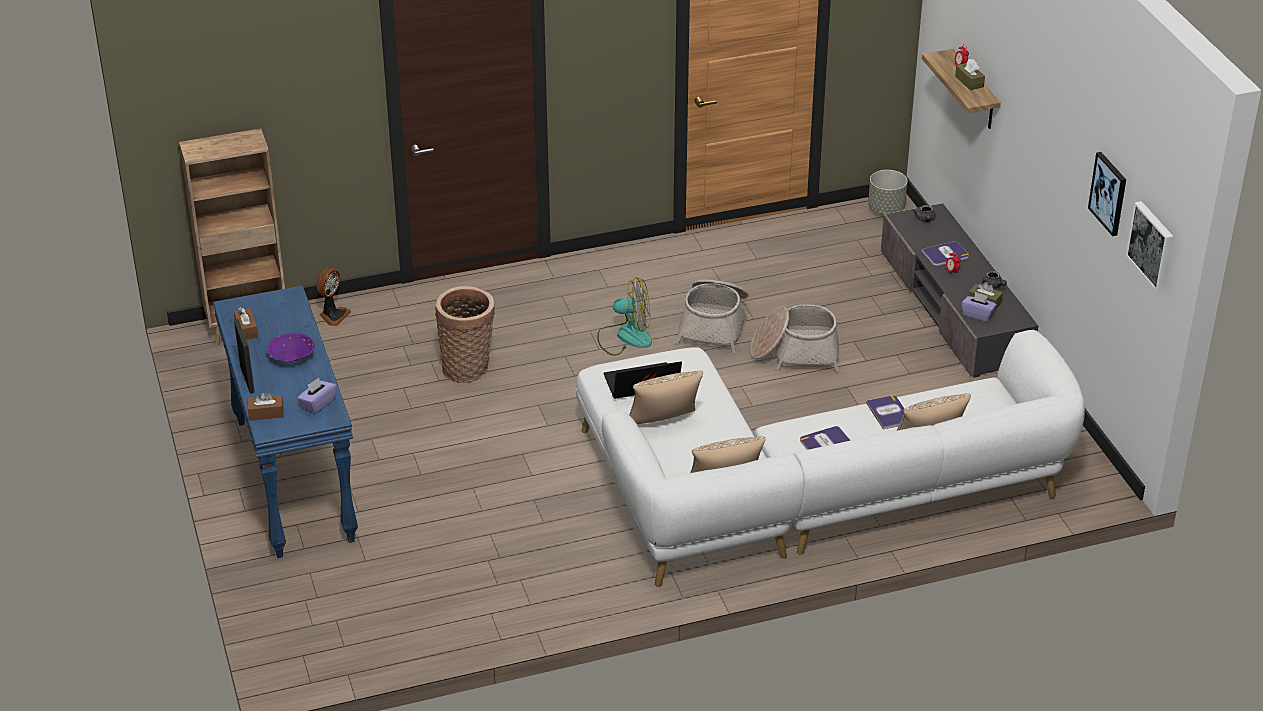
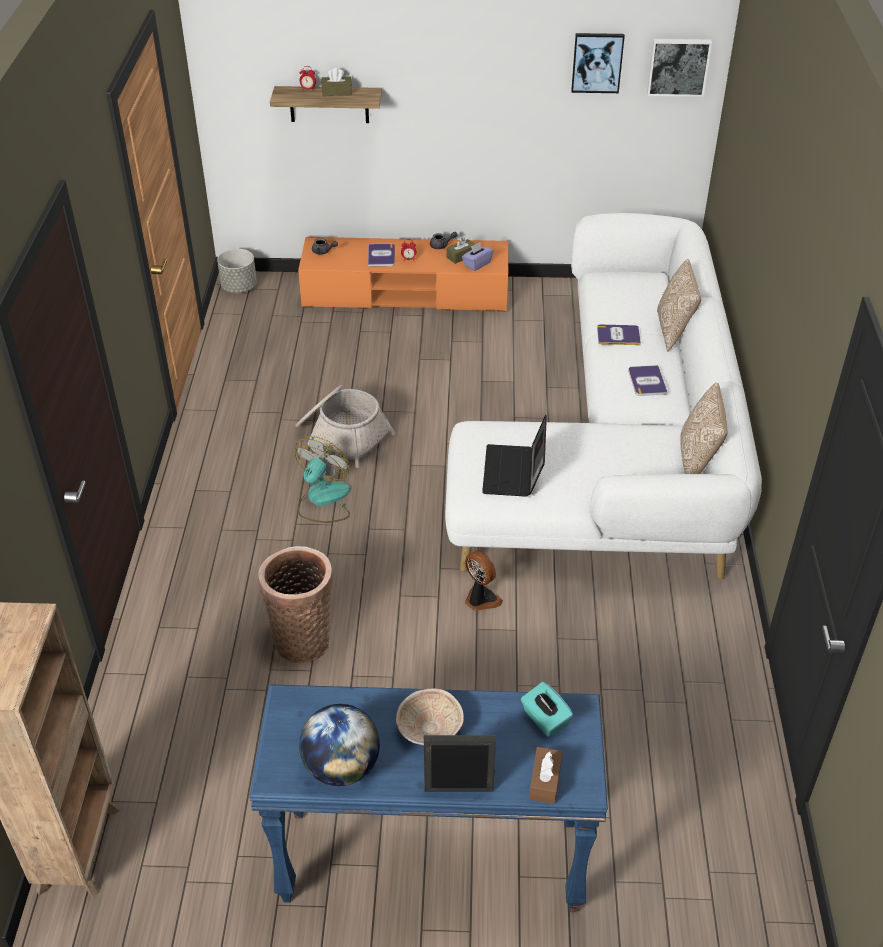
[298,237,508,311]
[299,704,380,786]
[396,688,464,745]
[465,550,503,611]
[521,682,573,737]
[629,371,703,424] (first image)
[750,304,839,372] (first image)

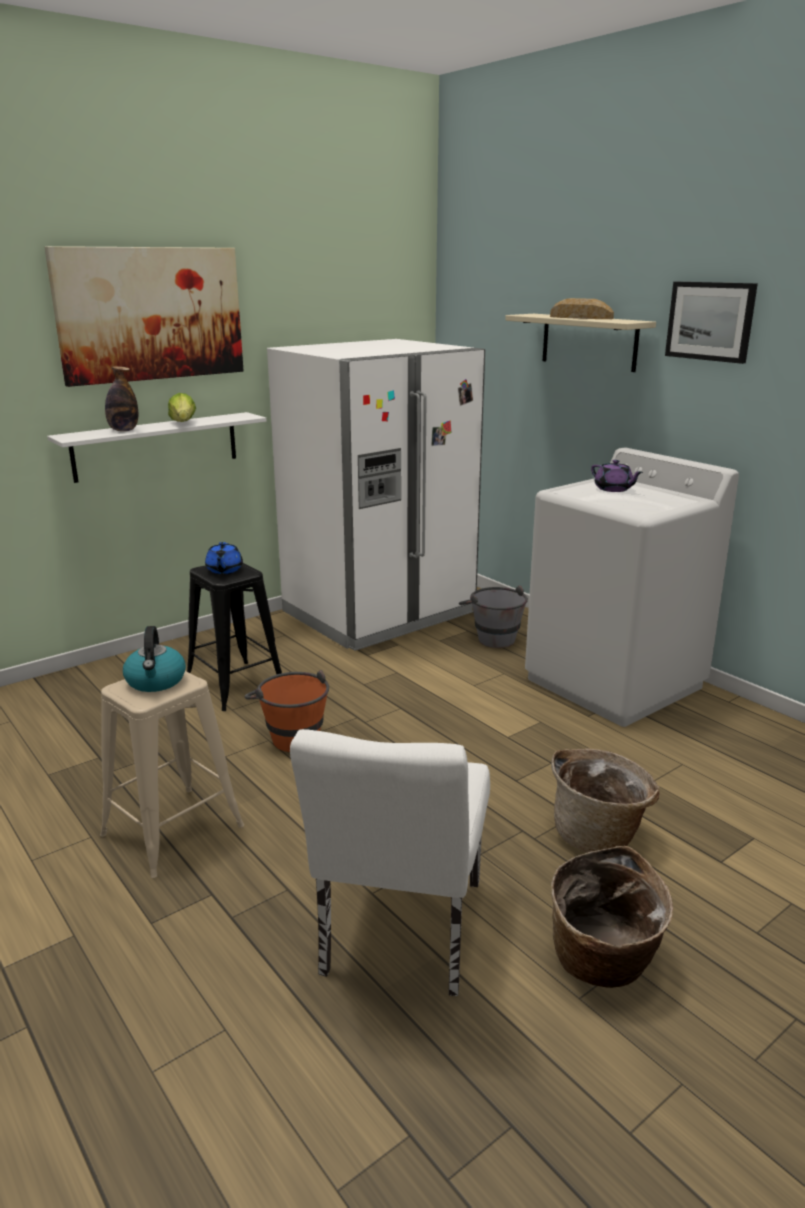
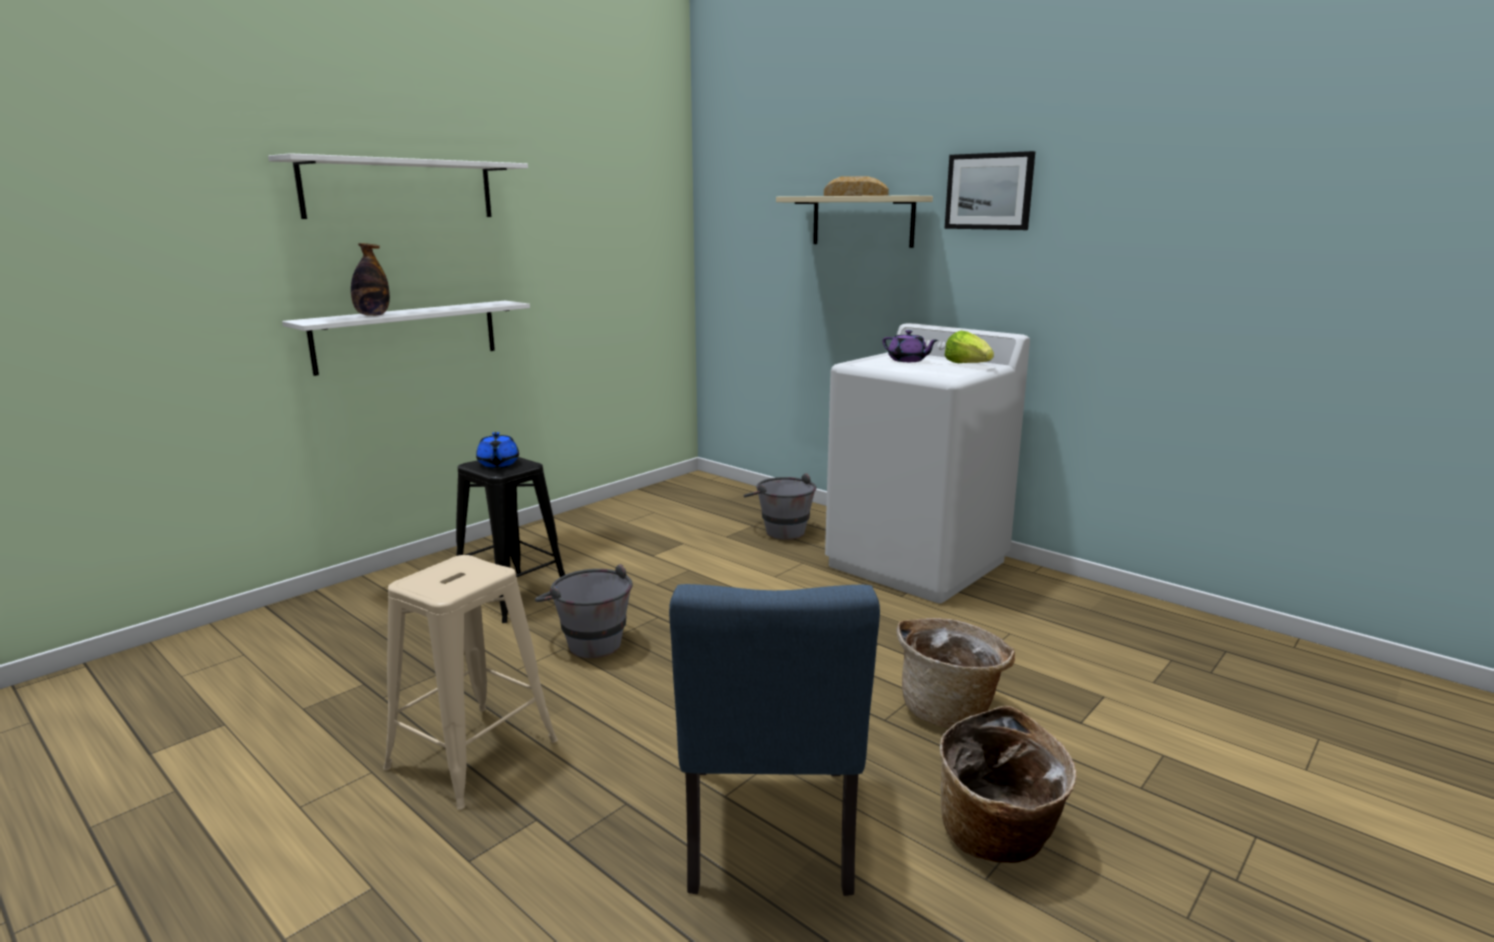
[268,153,528,219]
[535,564,633,658]
[669,584,880,896]
[945,331,994,363]
[123,626,186,692] (first image)
[267,339,485,651] (first image)

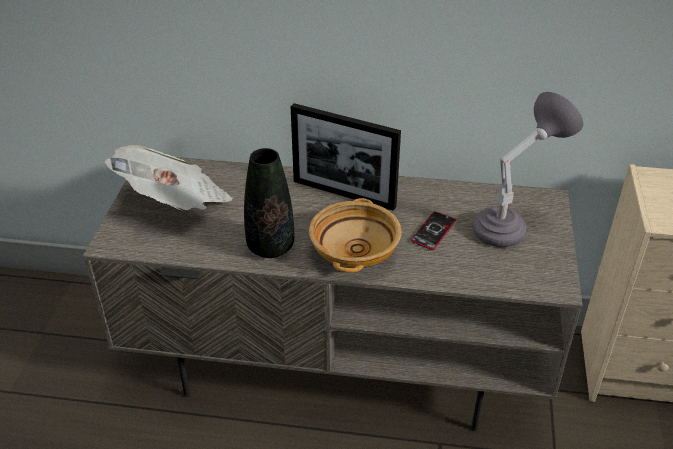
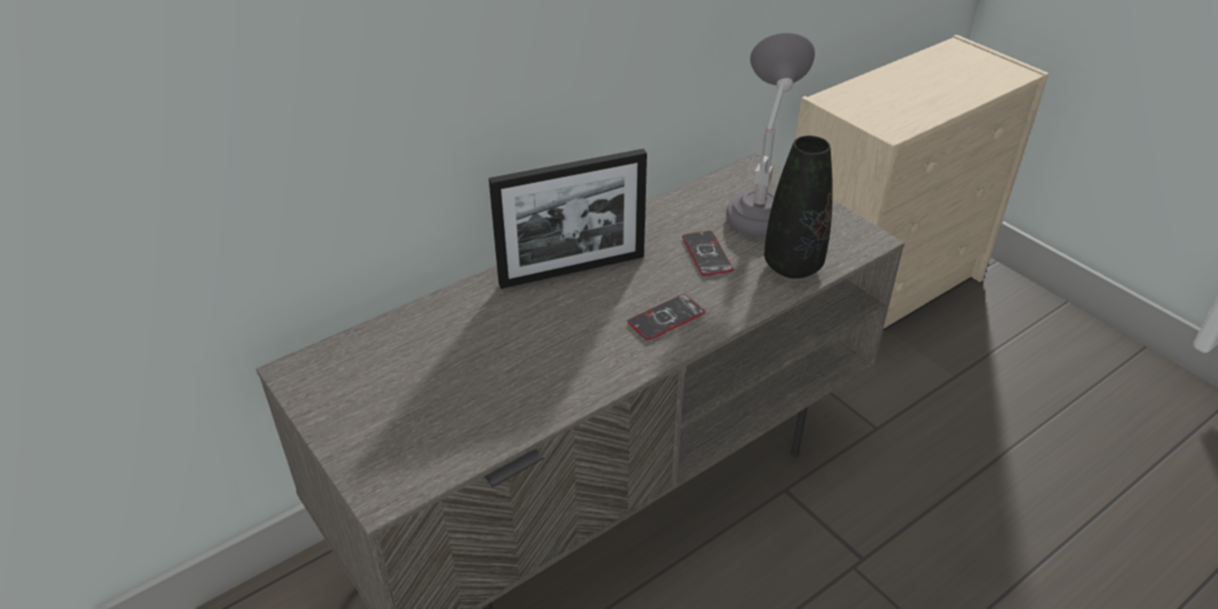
[627,294,705,340]
[764,135,833,279]
[104,145,233,211] (first image)

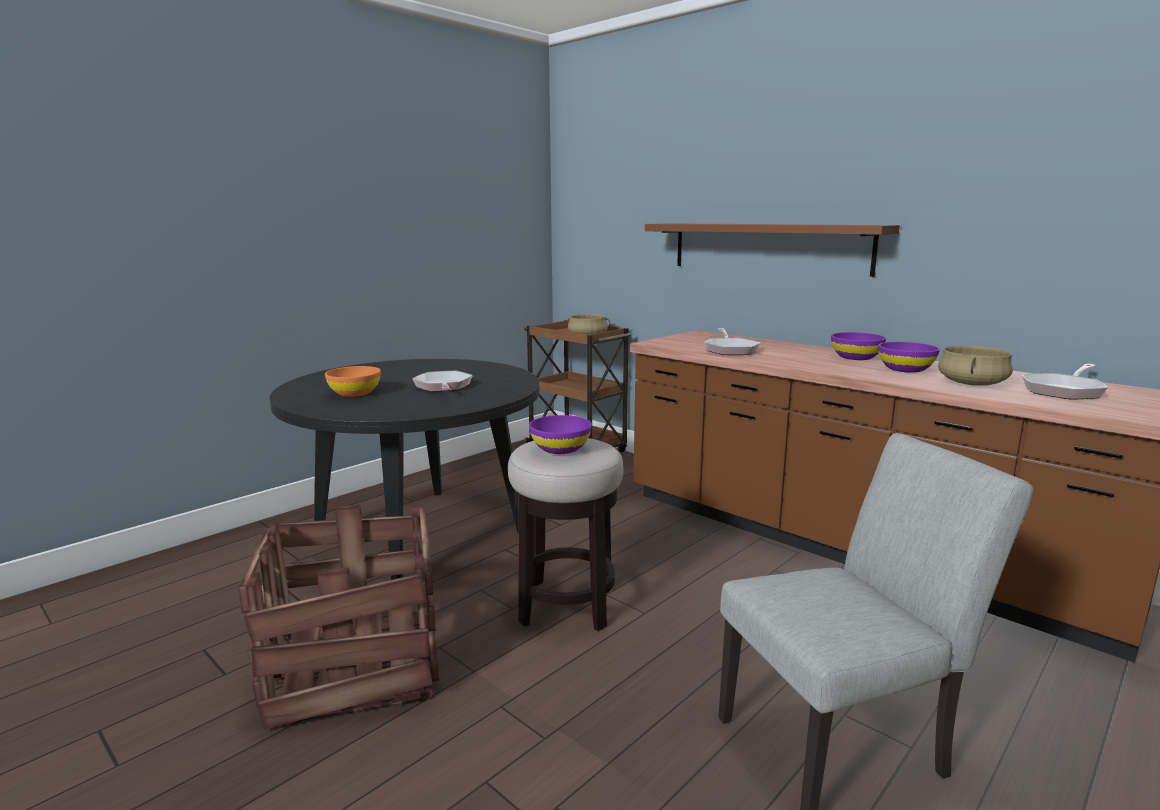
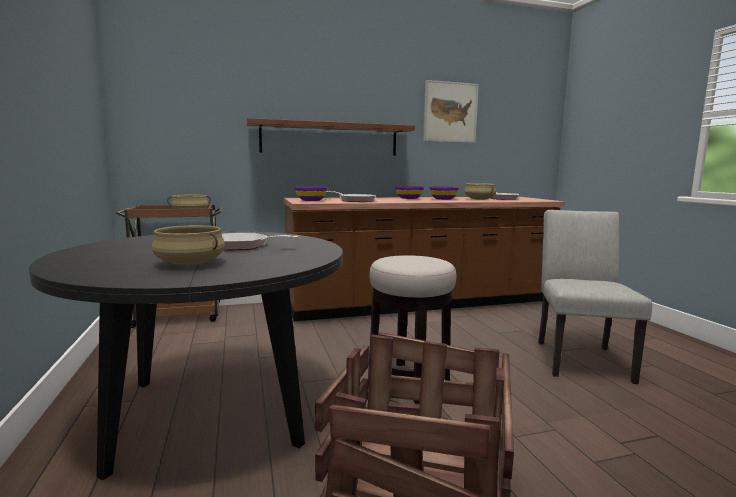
[152,225,225,265]
[295,186,327,201]
[423,80,479,143]

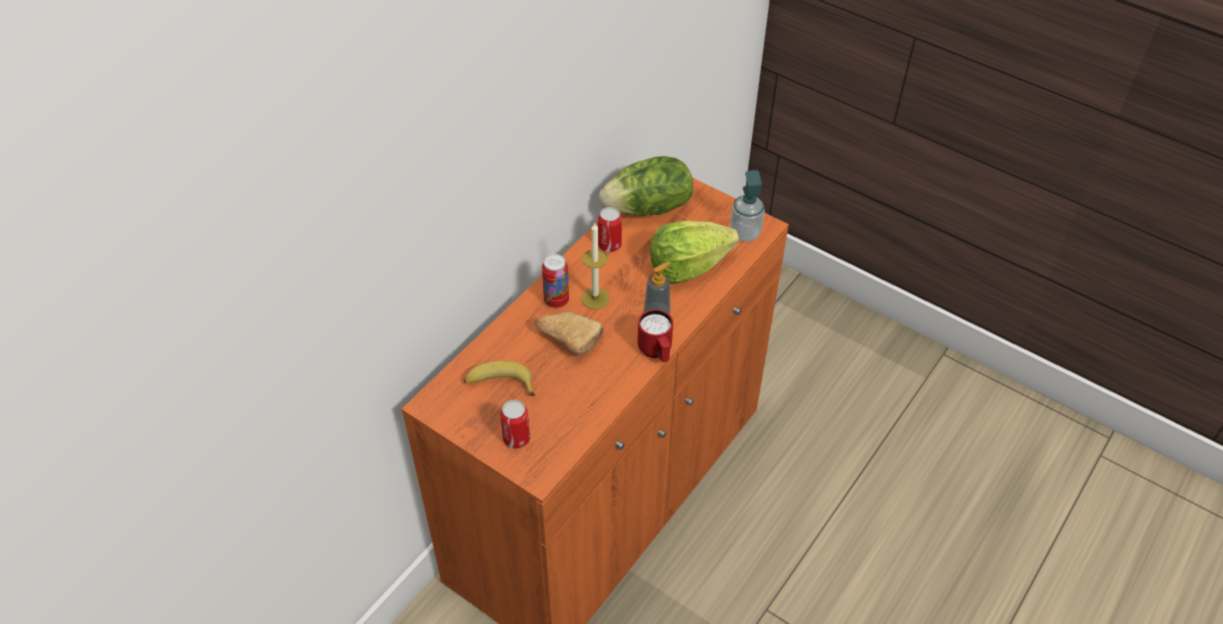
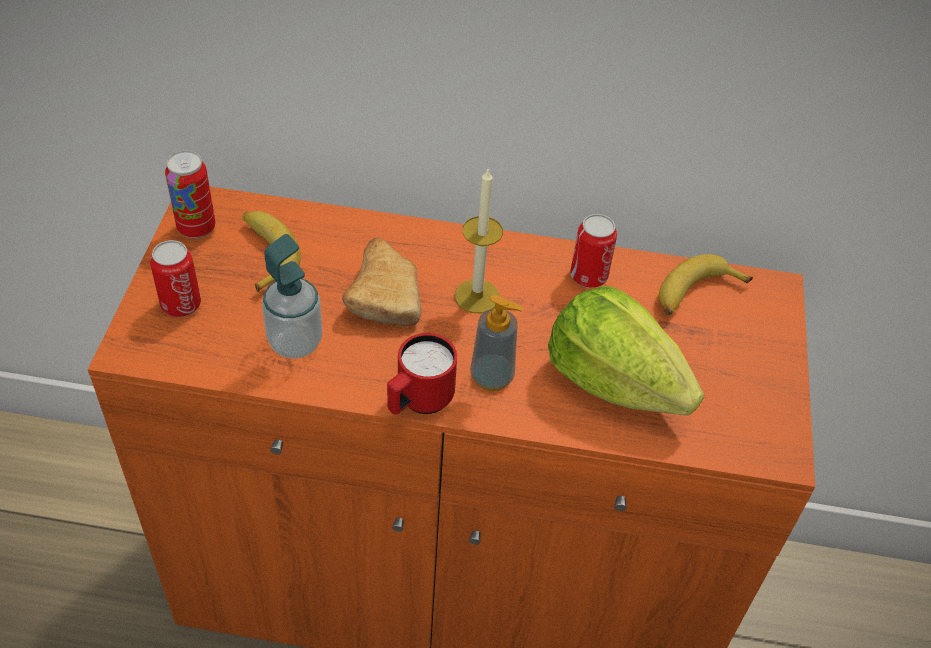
[165,151,216,239]
[262,234,322,359]
[659,254,753,315]

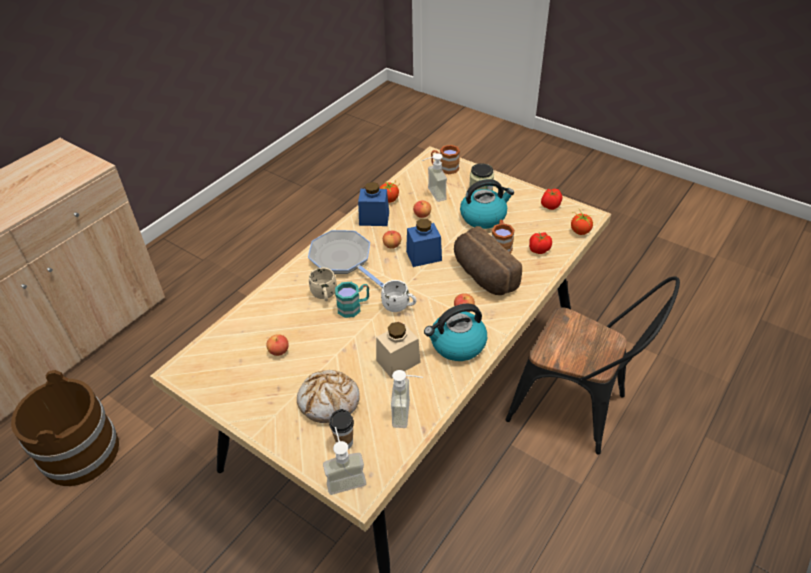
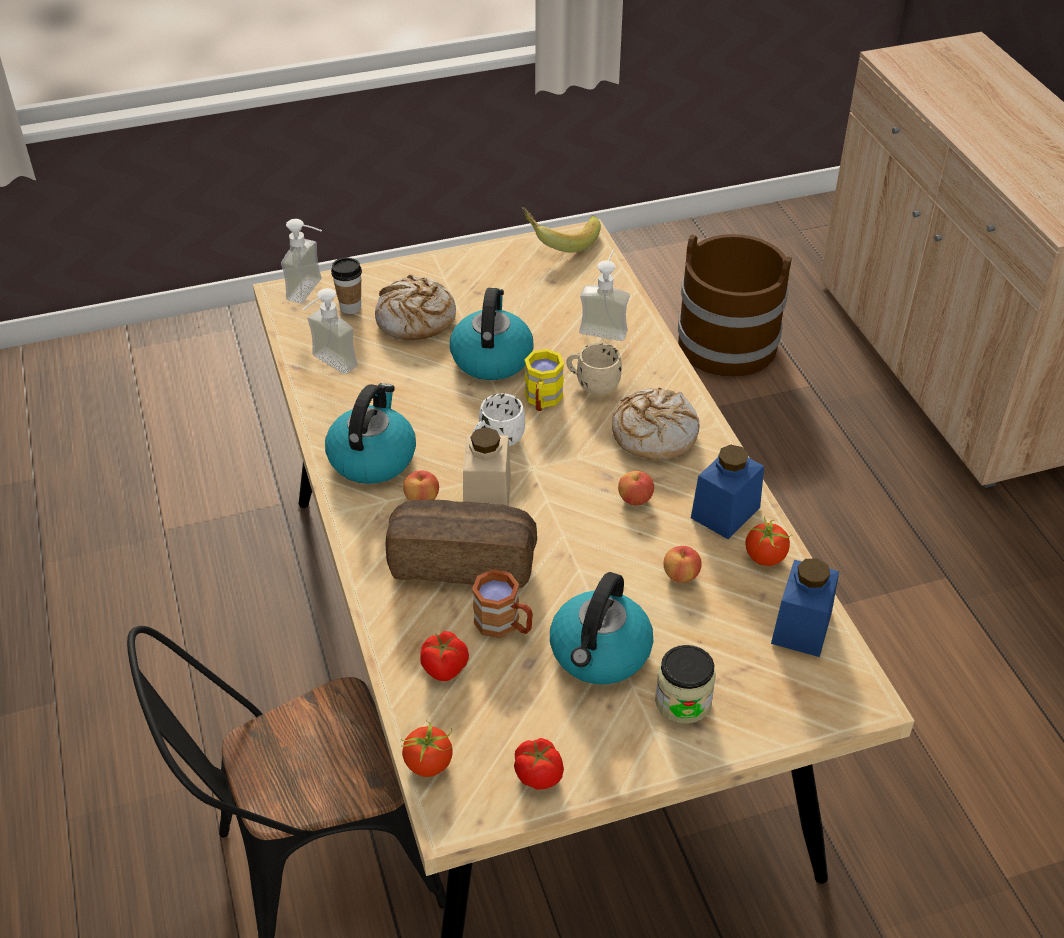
[450,288,534,380]
[463,427,511,506]
[521,207,601,252]
[524,349,564,411]
[579,249,630,341]
[612,388,699,460]
[771,558,839,657]
[266,334,289,356] (first image)
[431,145,460,174] (first image)

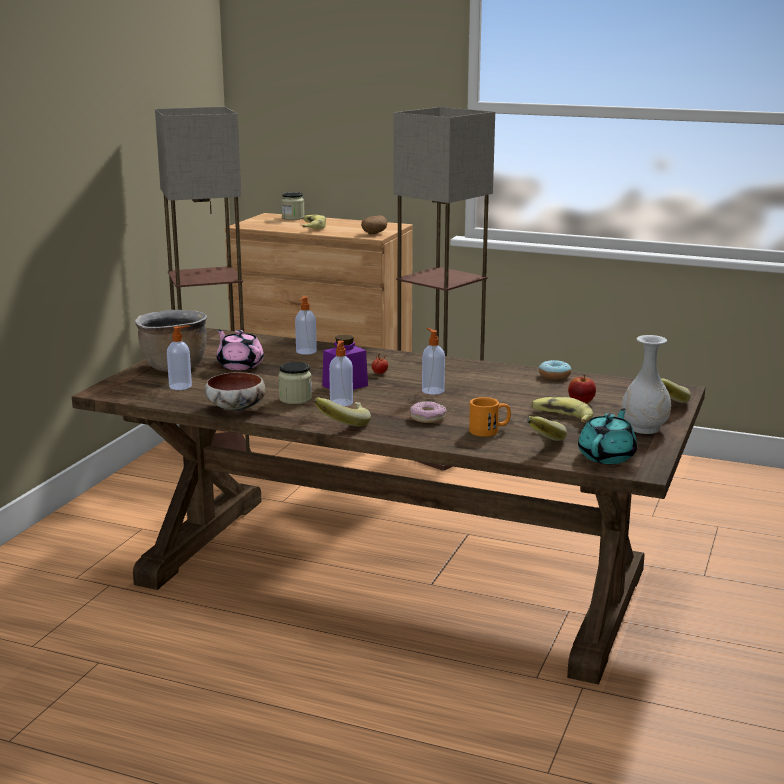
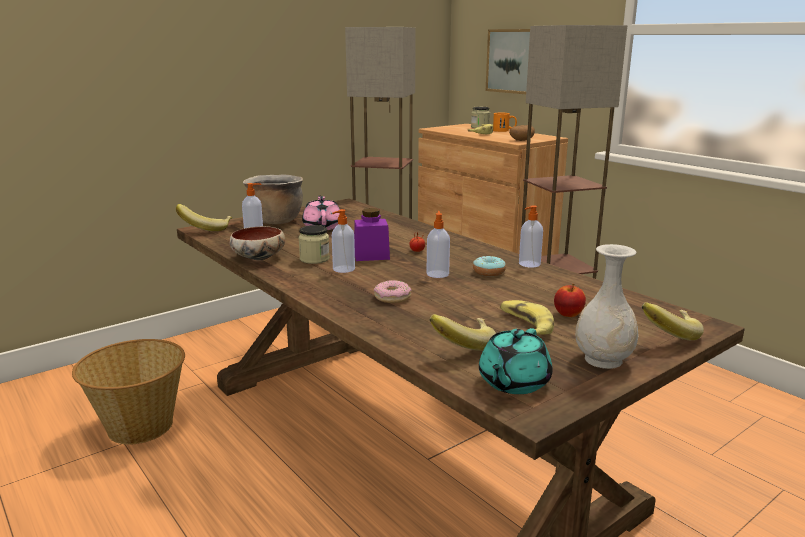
[72,339,185,445]
[176,204,232,231]
[473,256,506,276]
[479,328,552,394]
[486,29,530,94]
[493,113,517,132]
[519,205,543,268]

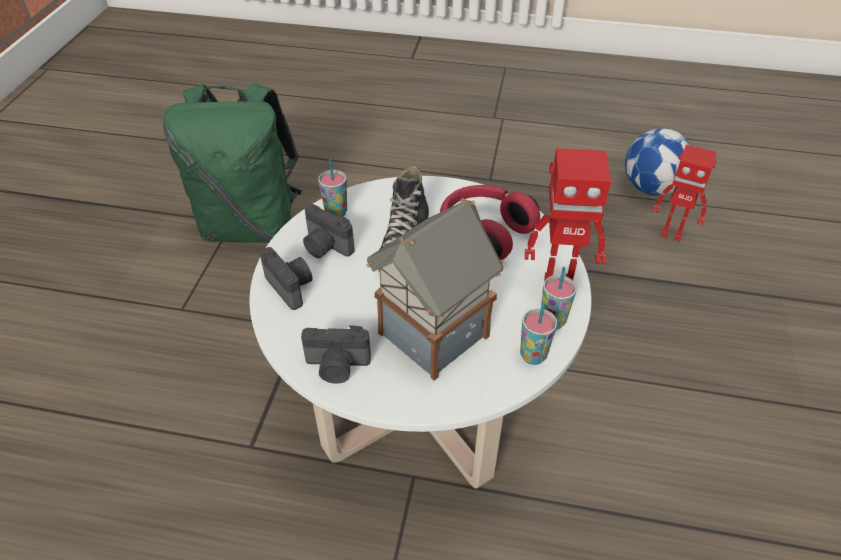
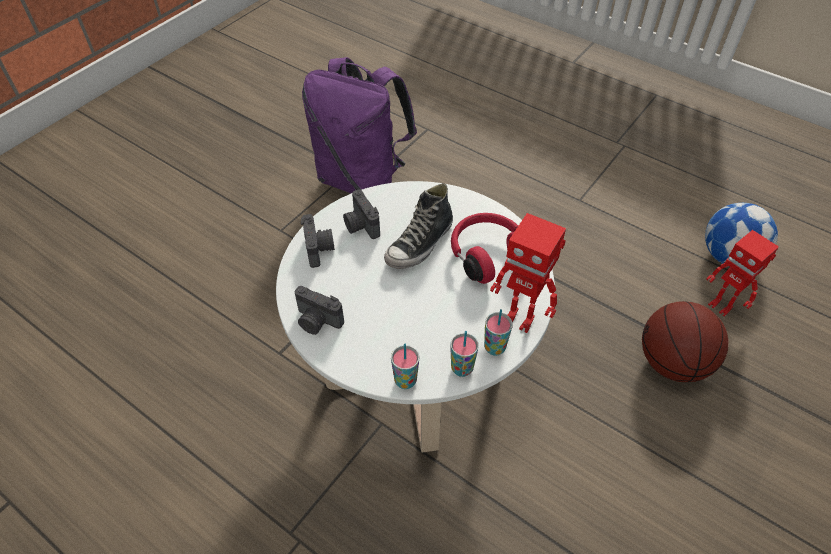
[302,57,417,193]
[391,344,420,389]
[642,301,729,382]
[366,198,503,381] (first image)

